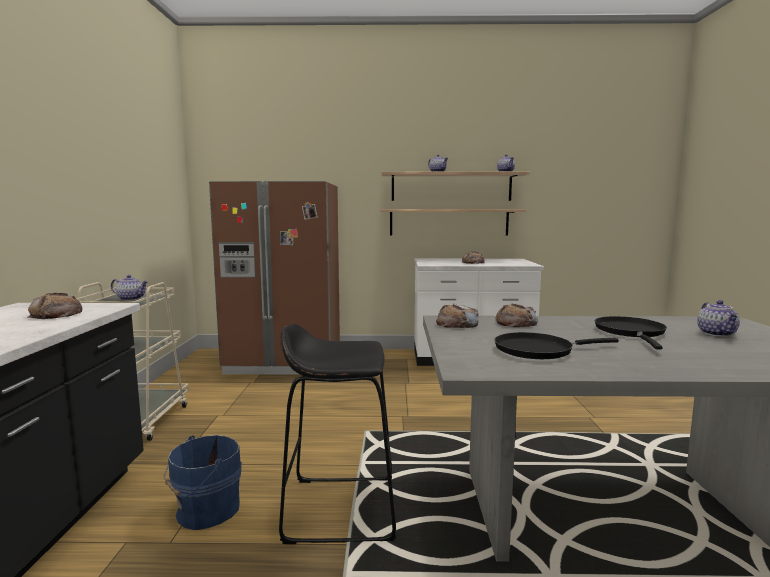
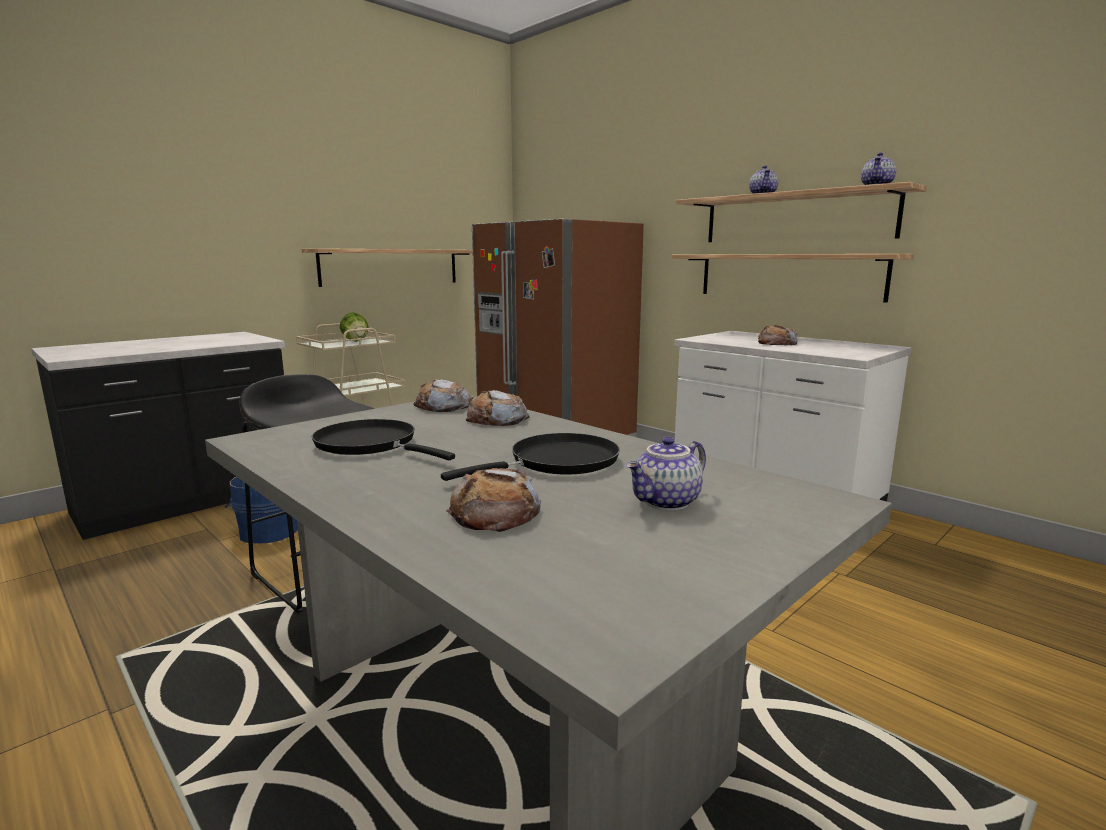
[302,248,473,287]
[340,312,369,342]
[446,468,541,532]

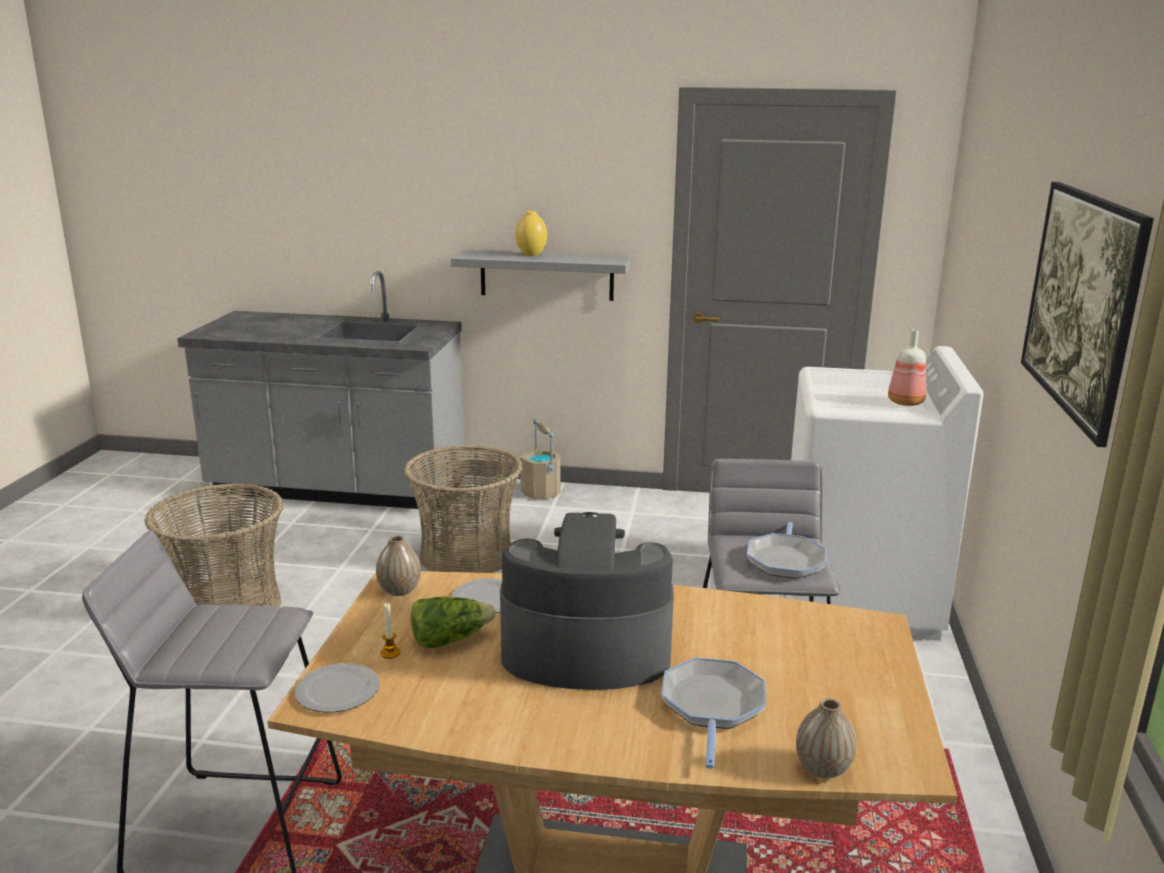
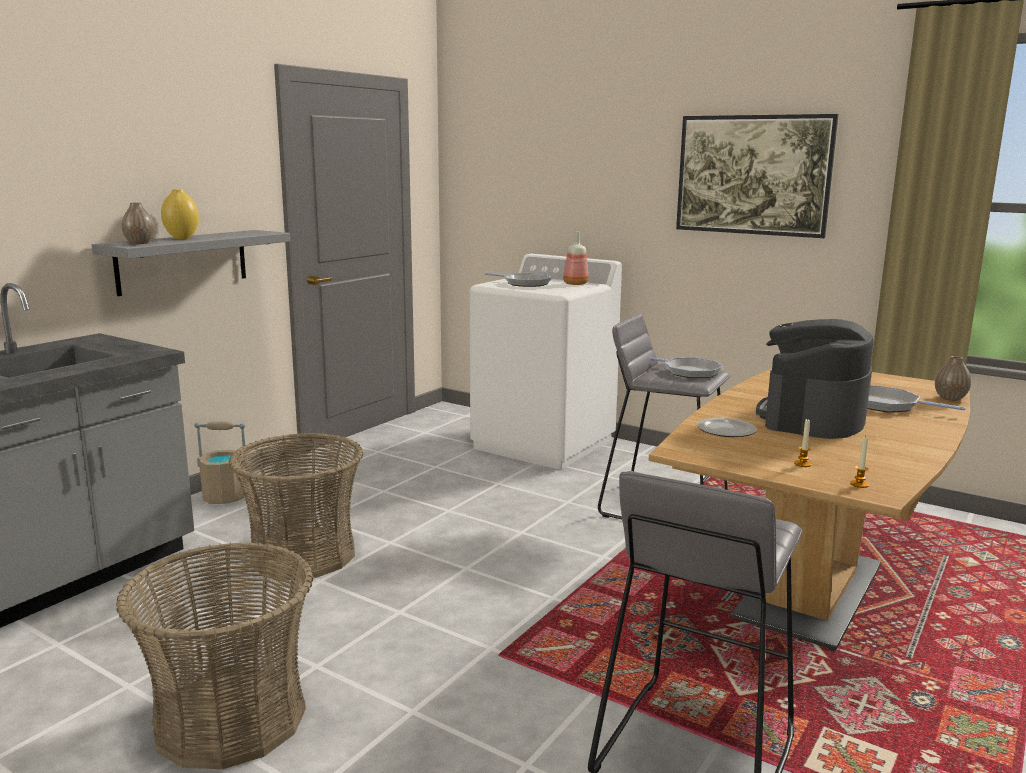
[122,202,155,244]
[485,273,552,287]
[850,436,869,488]
[411,596,496,648] (first image)

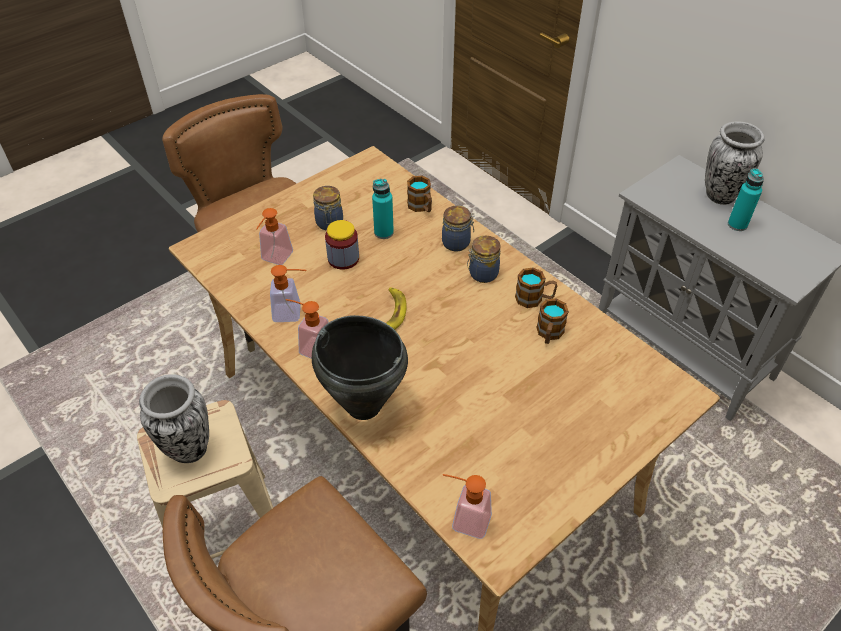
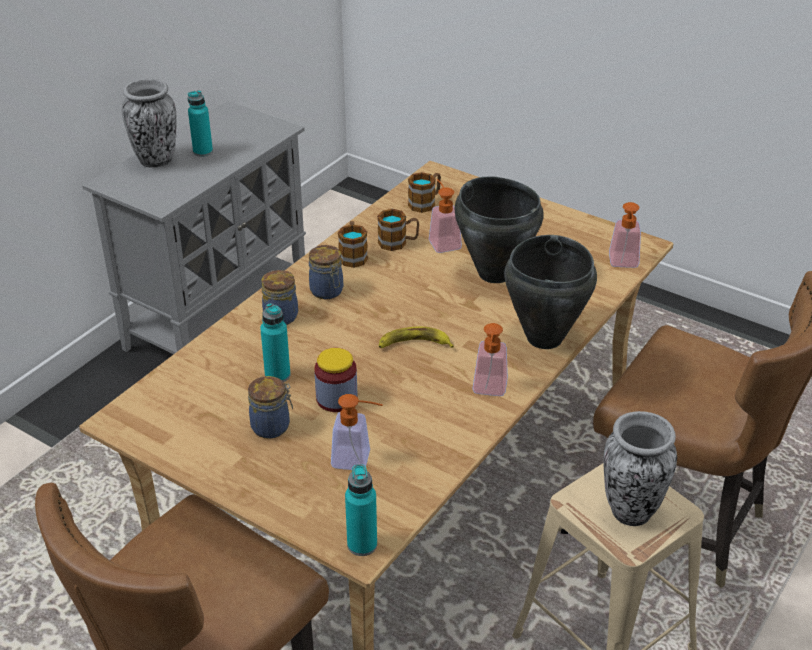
[345,464,377,556]
[408,172,441,213]
[429,179,462,253]
[455,176,544,283]

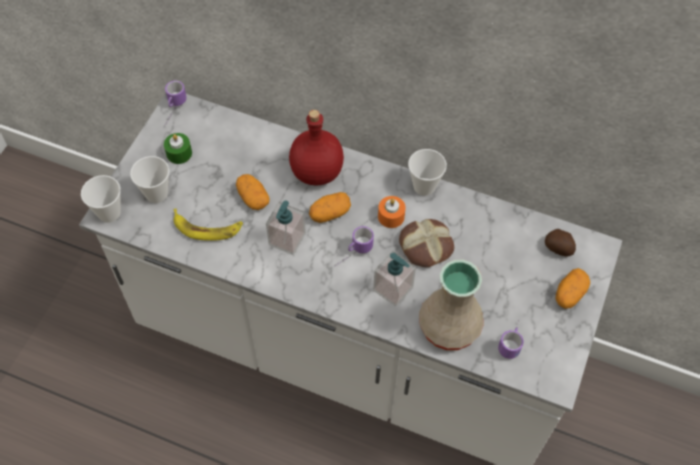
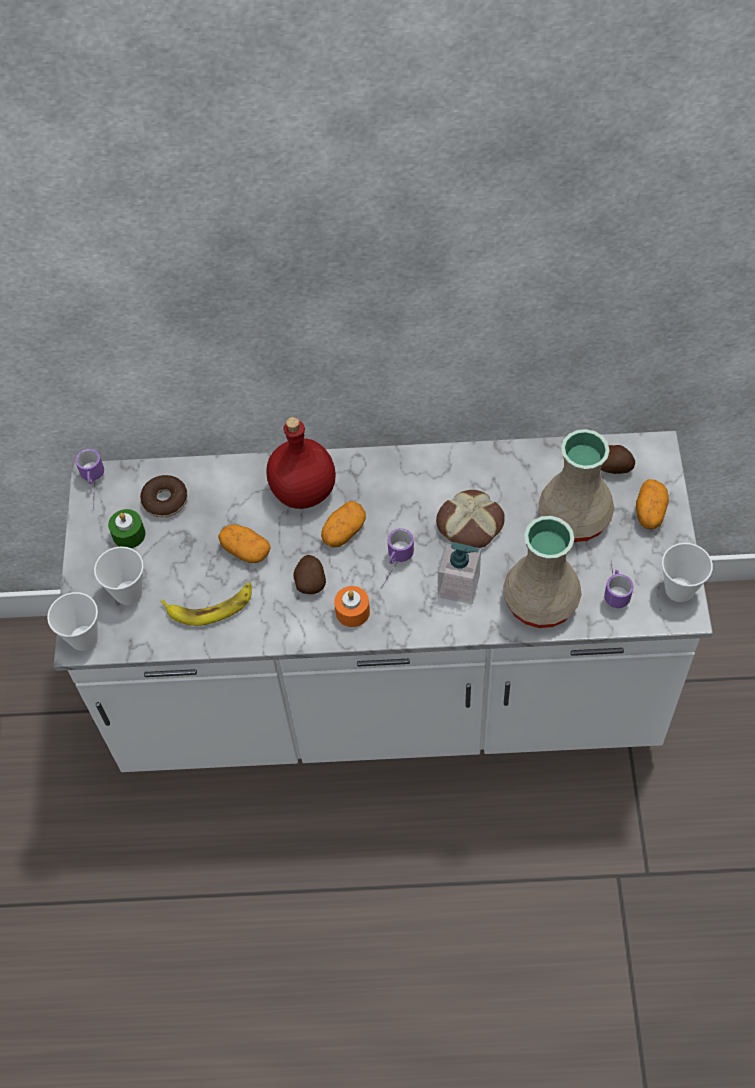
[140,475,187,517]
[294,555,326,594]
[334,586,370,627]
[539,429,614,542]
[662,543,713,602]

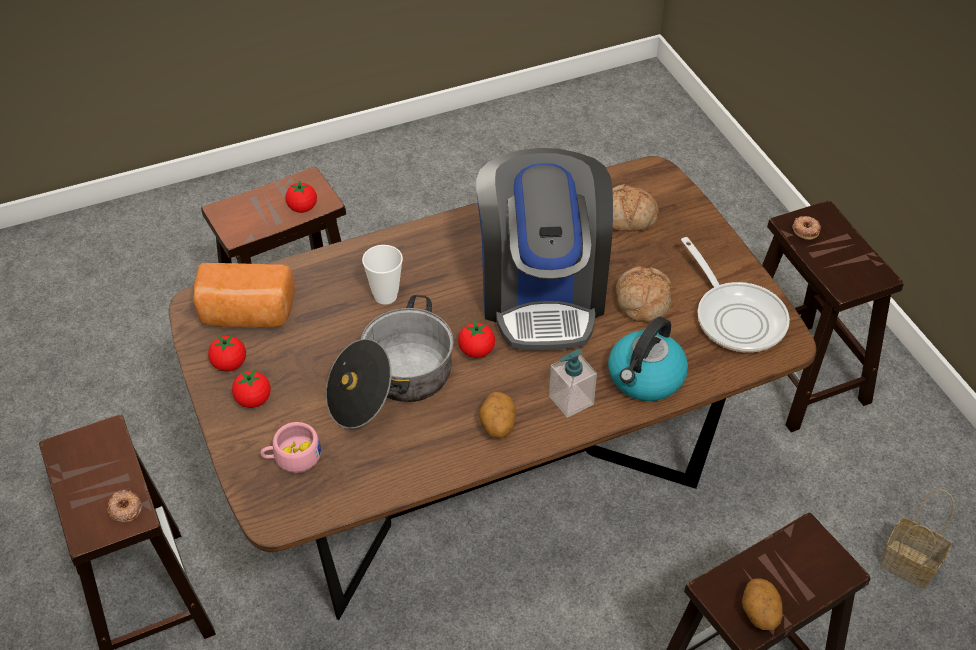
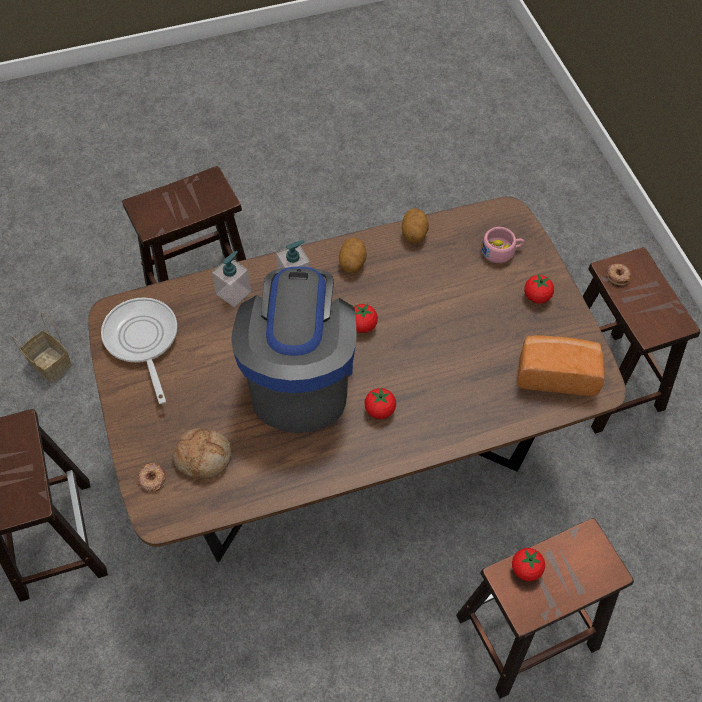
[137,463,166,492]
[212,251,251,307]
[365,388,396,419]
[402,208,429,243]
[326,295,454,429] (first image)
[362,245,403,305] (first image)
[616,266,672,323] (first image)

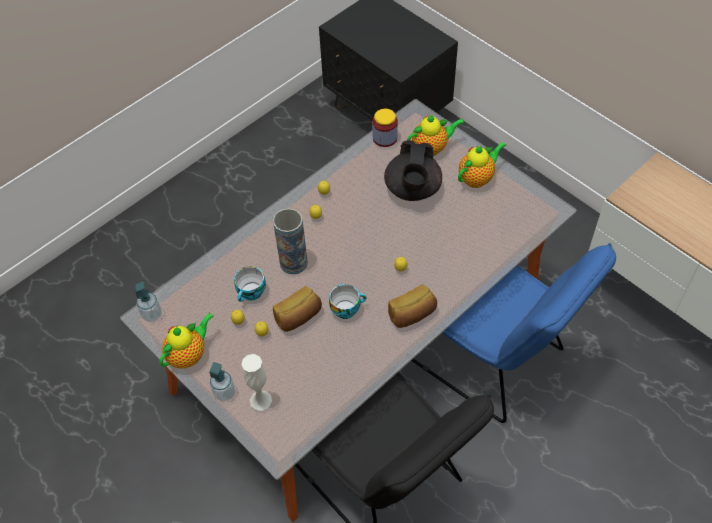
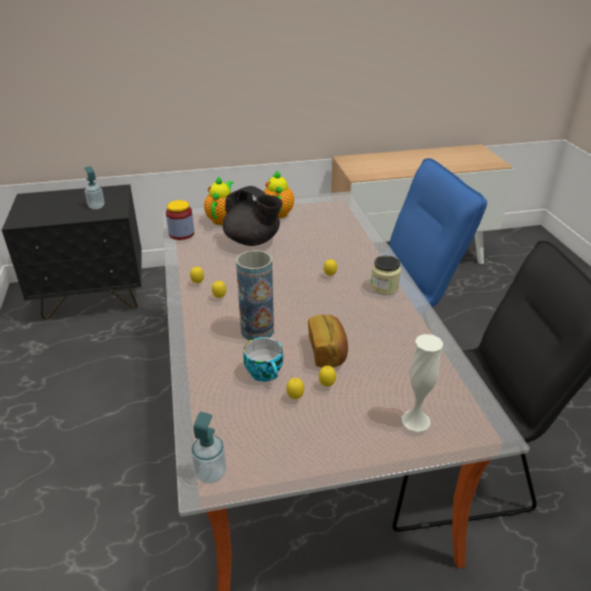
[84,166,104,209]
[371,255,401,295]
[159,312,214,369] (first image)
[329,284,366,319] (first image)

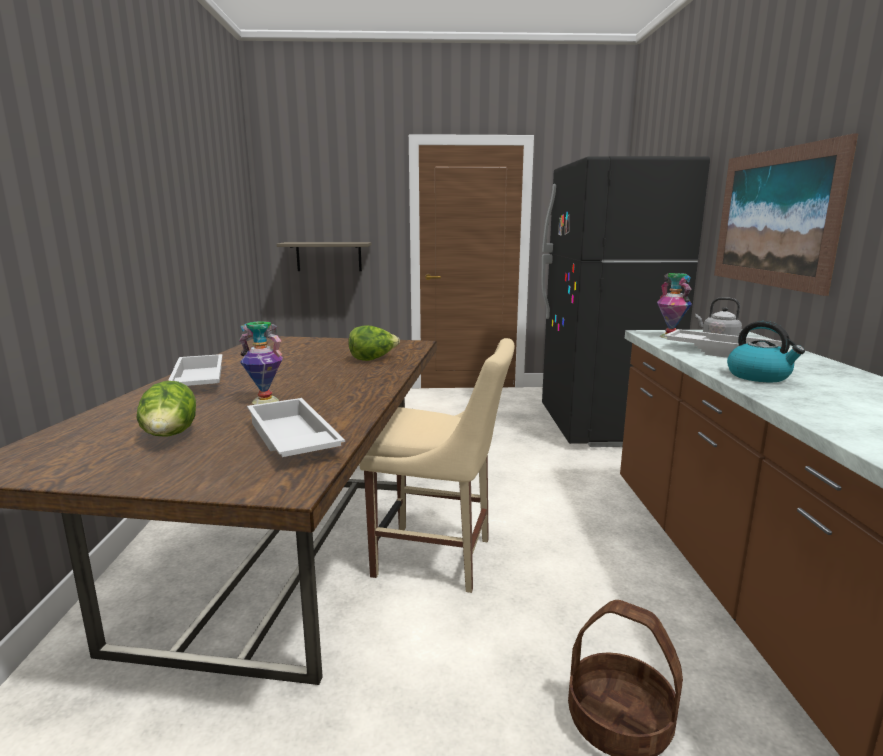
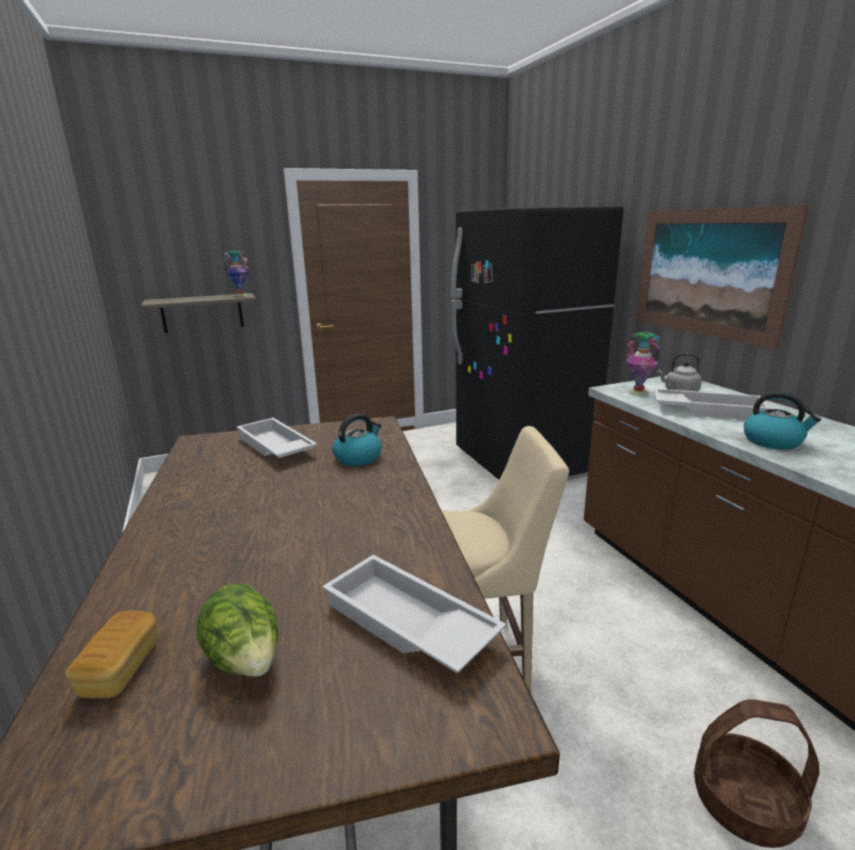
[65,611,158,699]
[223,251,249,297]
[237,418,317,458]
[332,414,381,466]

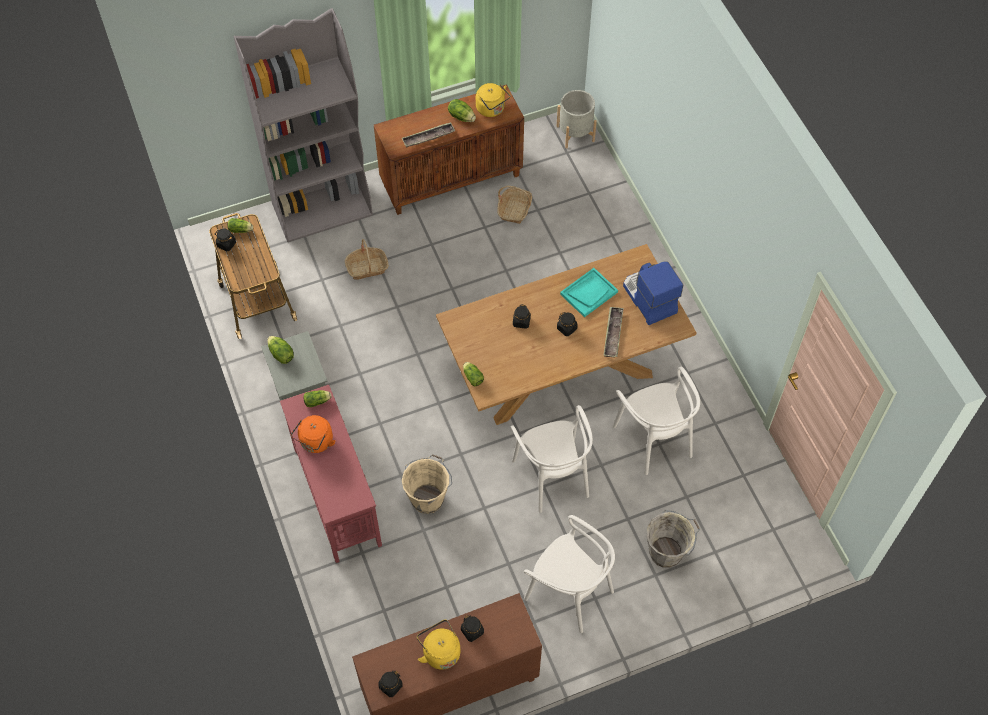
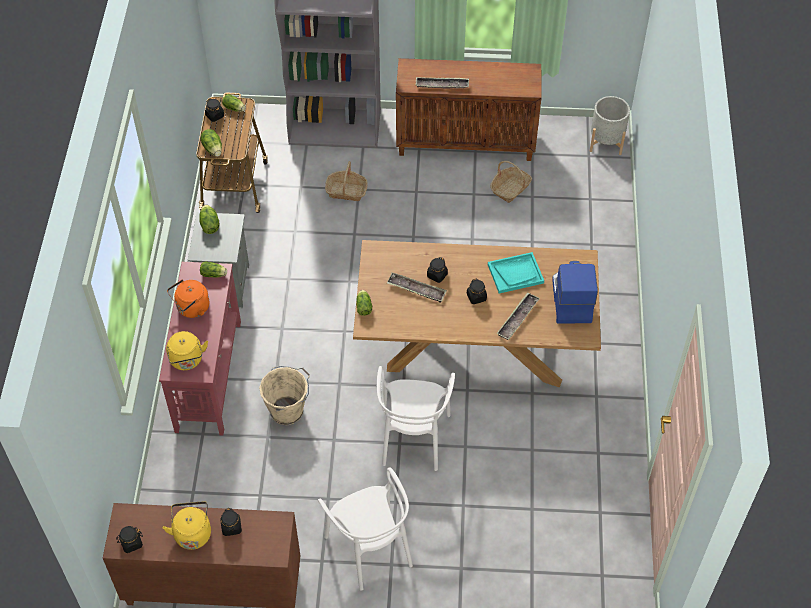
[166,331,208,370]
[201,129,222,157]
[387,273,447,303]
[613,367,700,475] (first image)
[646,510,700,568] (first image)

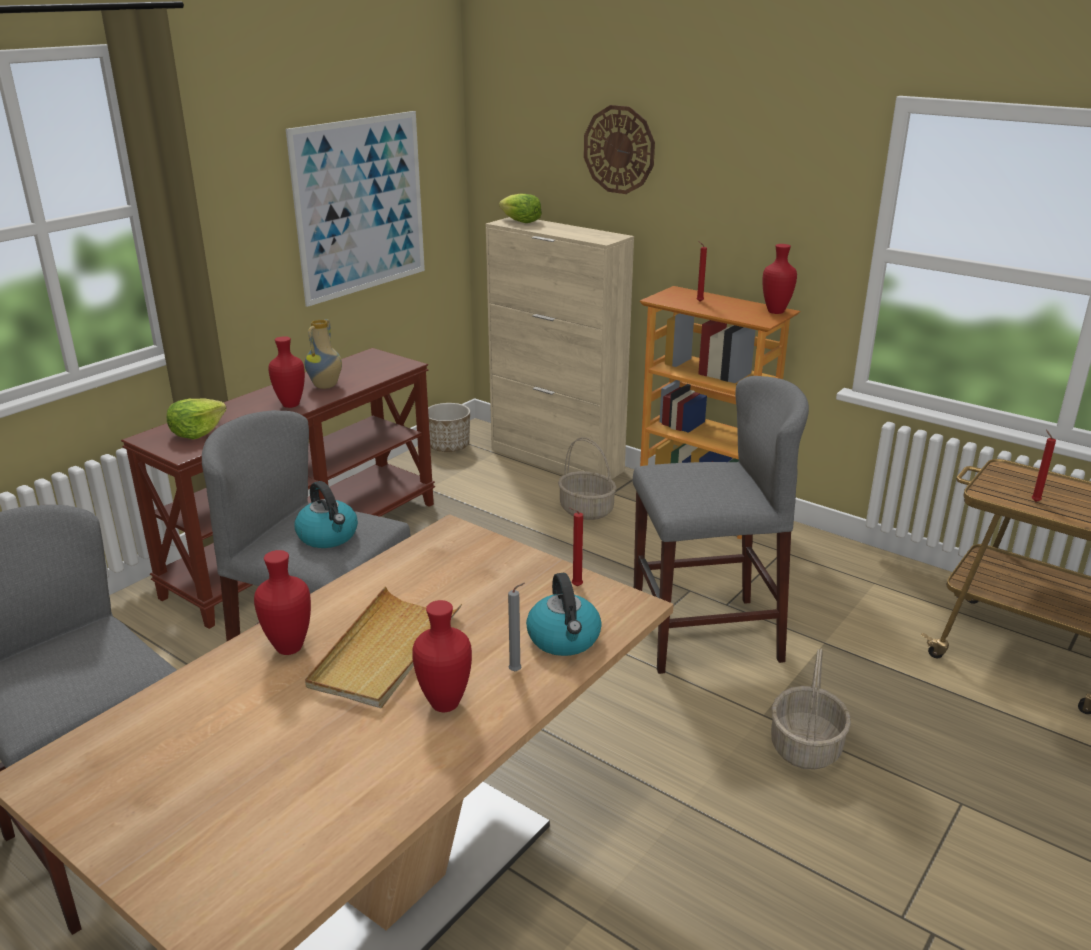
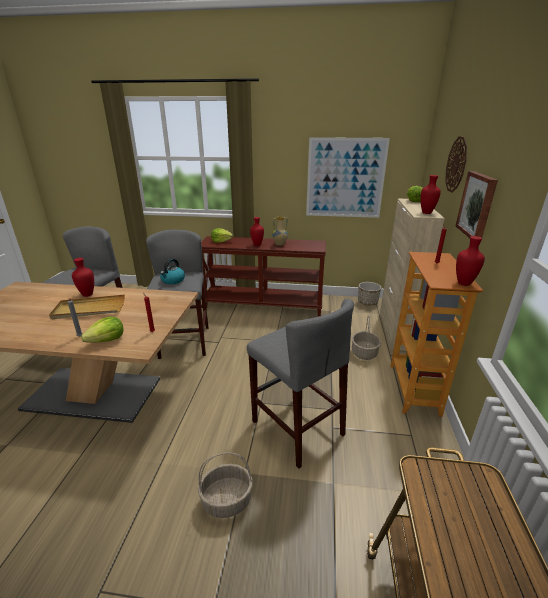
[81,317,124,343]
[420,175,441,214]
[456,171,498,243]
[1032,430,1056,502] (first image)

